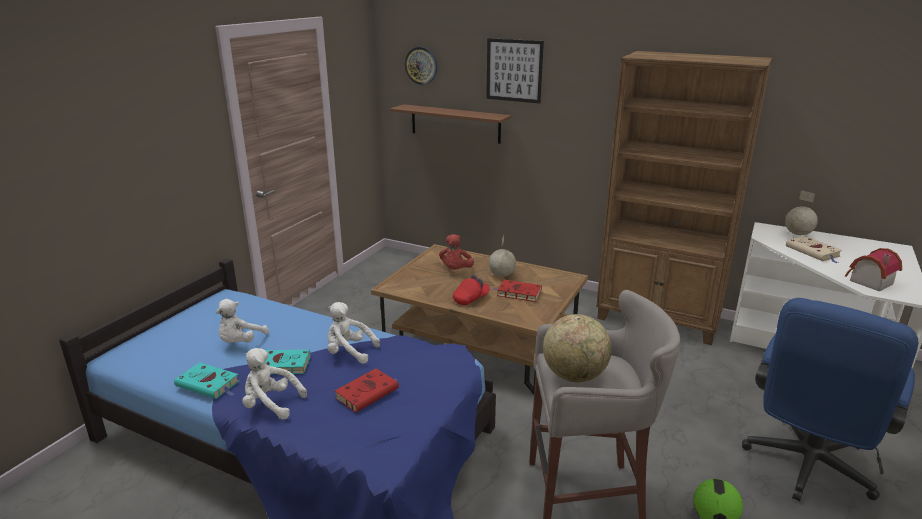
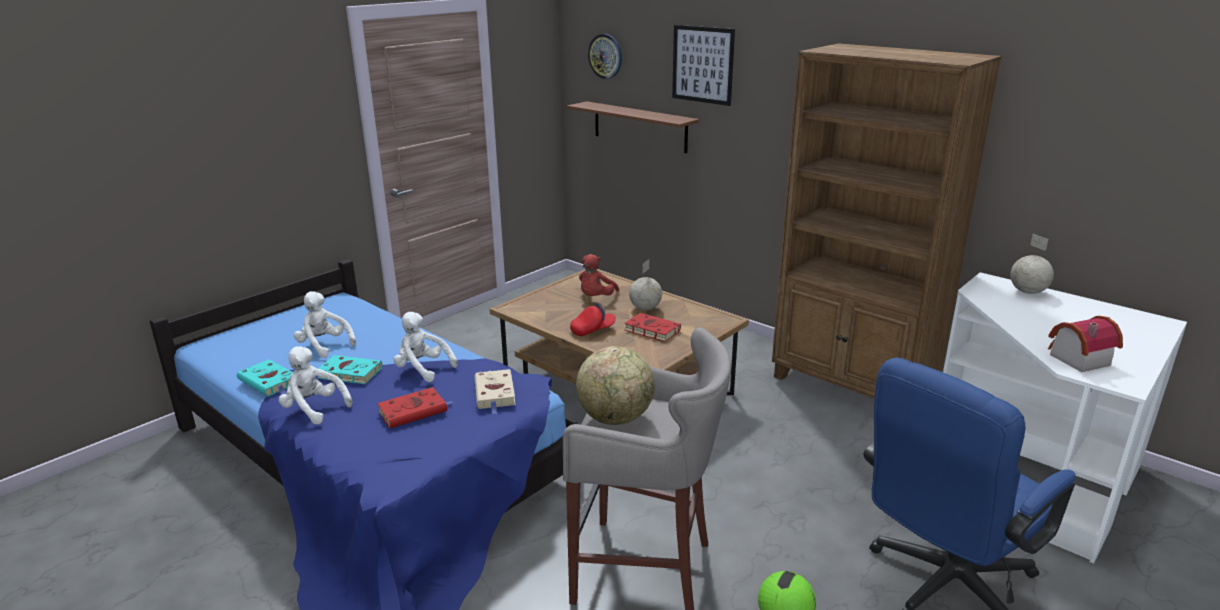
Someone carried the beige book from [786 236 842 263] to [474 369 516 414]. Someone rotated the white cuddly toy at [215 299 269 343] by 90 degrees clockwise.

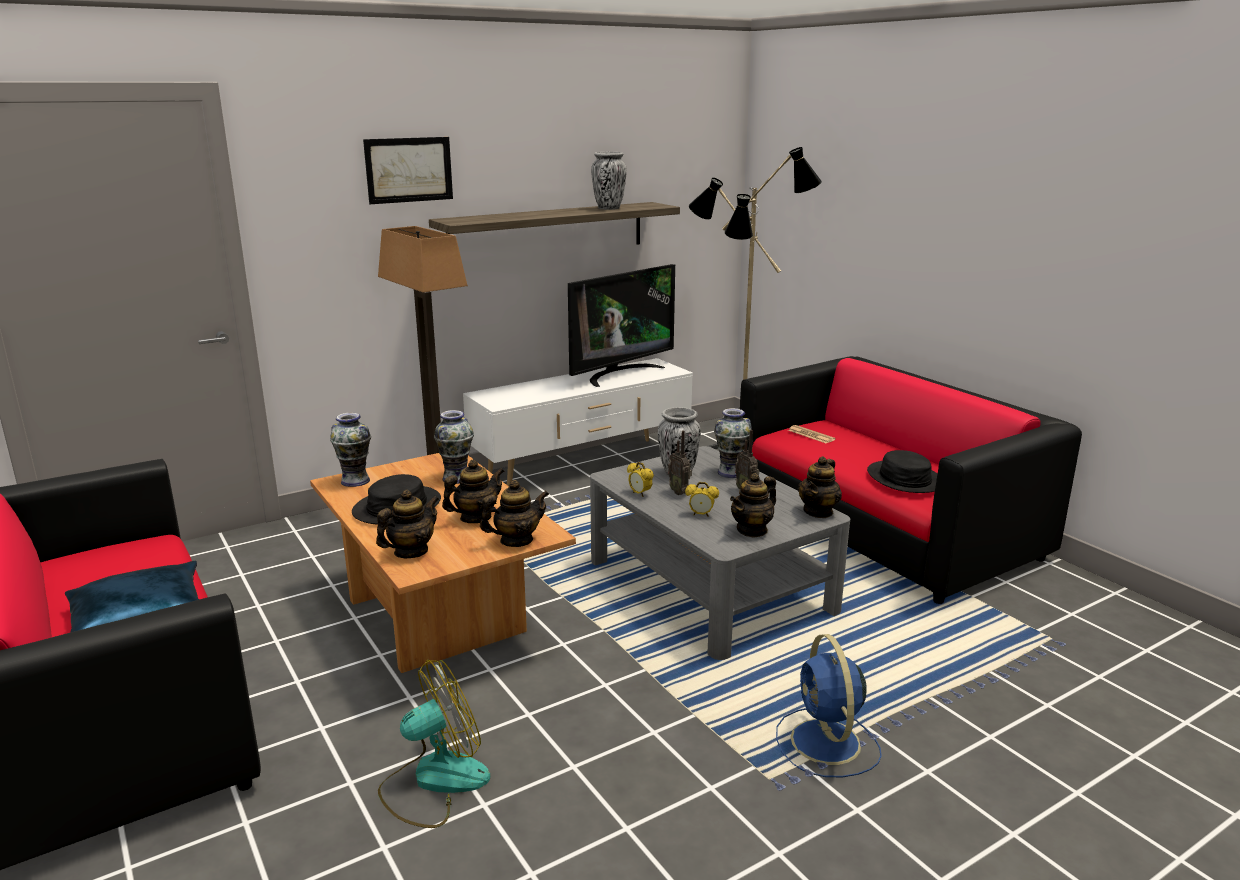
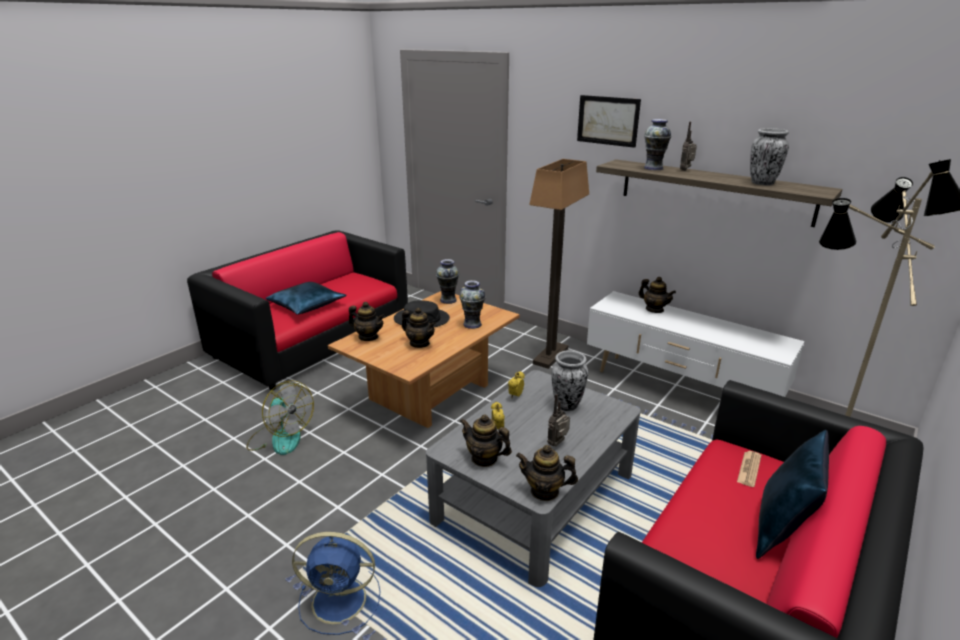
Someone took away the TV set at [568 264 675 387]. Someone carried the vase from [714 408 752 478] to [644 119 671 170]. Someone carried the radio from [668 430 692 495] to [680 122 697 171]. Someone took away the black clothing hat at [867 450 937 493]. Someone carried the pot for tea from [480 480 549 547] to [639 277 676 313]. Someone rotated the blue fan at [776 634 882 777] by 150 degrees counterclockwise. Someone put down the blue throw pillow at [756 430 829 559].

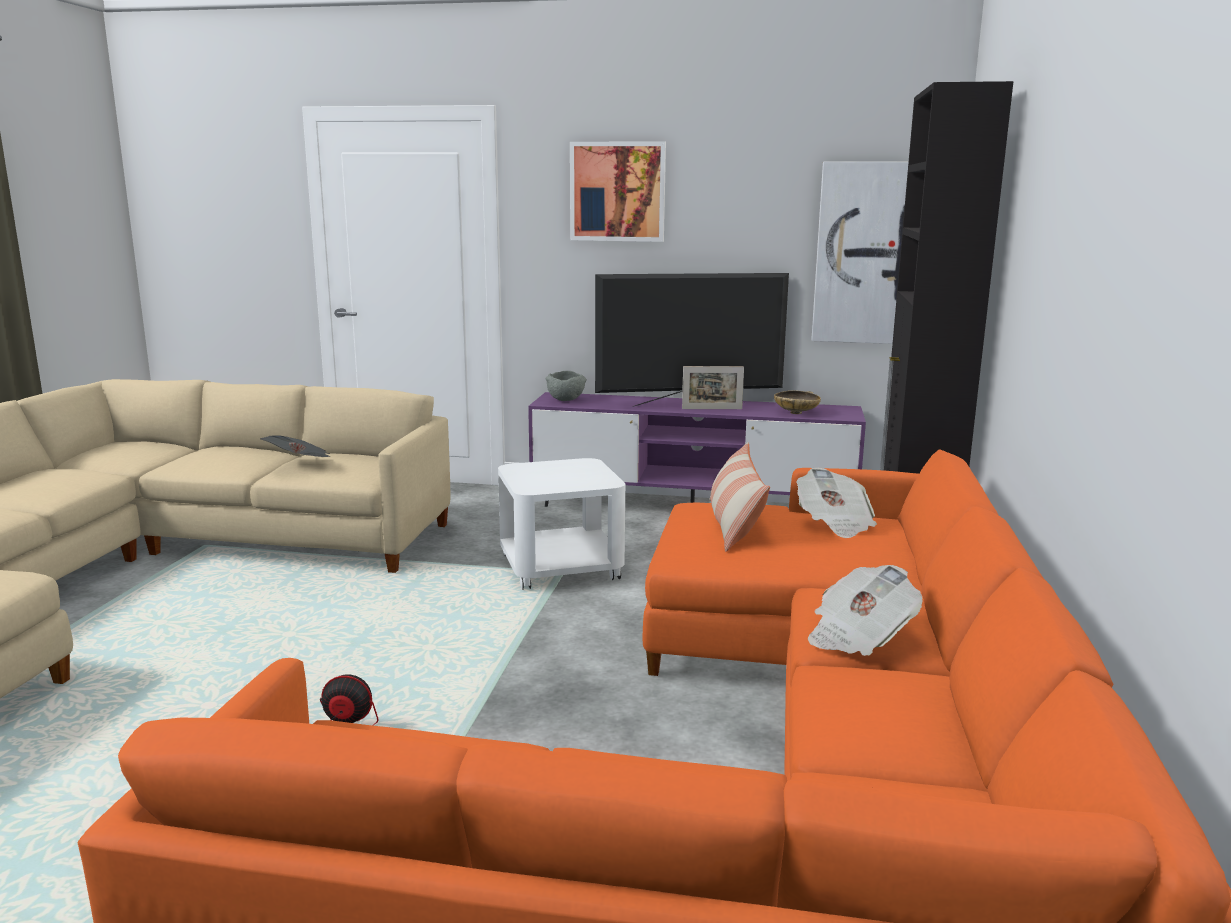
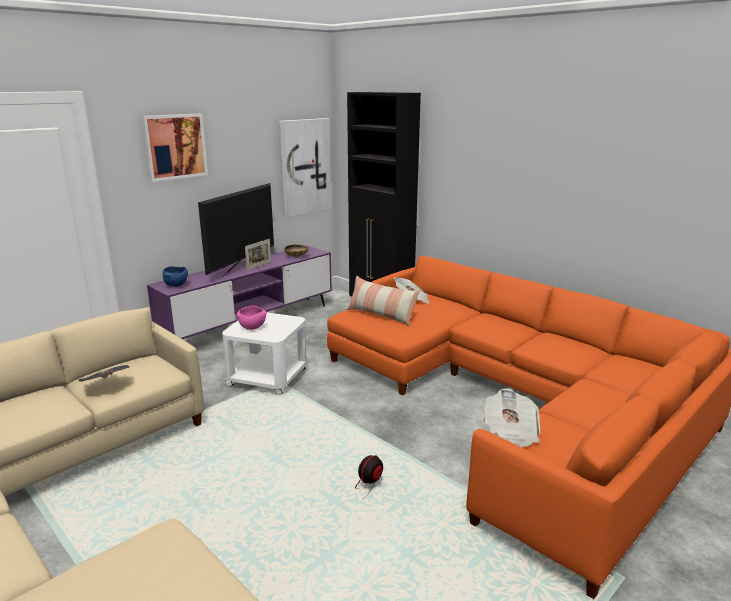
Someone repainted the greyish serving bowl at [546 371 587 401], which became the blue serving bowl at [163 266 188 287]. Someone carried the daily paper from [808 565 922 656] to [483 388 540 447]. Someone put down the pinkish serving bowl at [236 305 267 330].

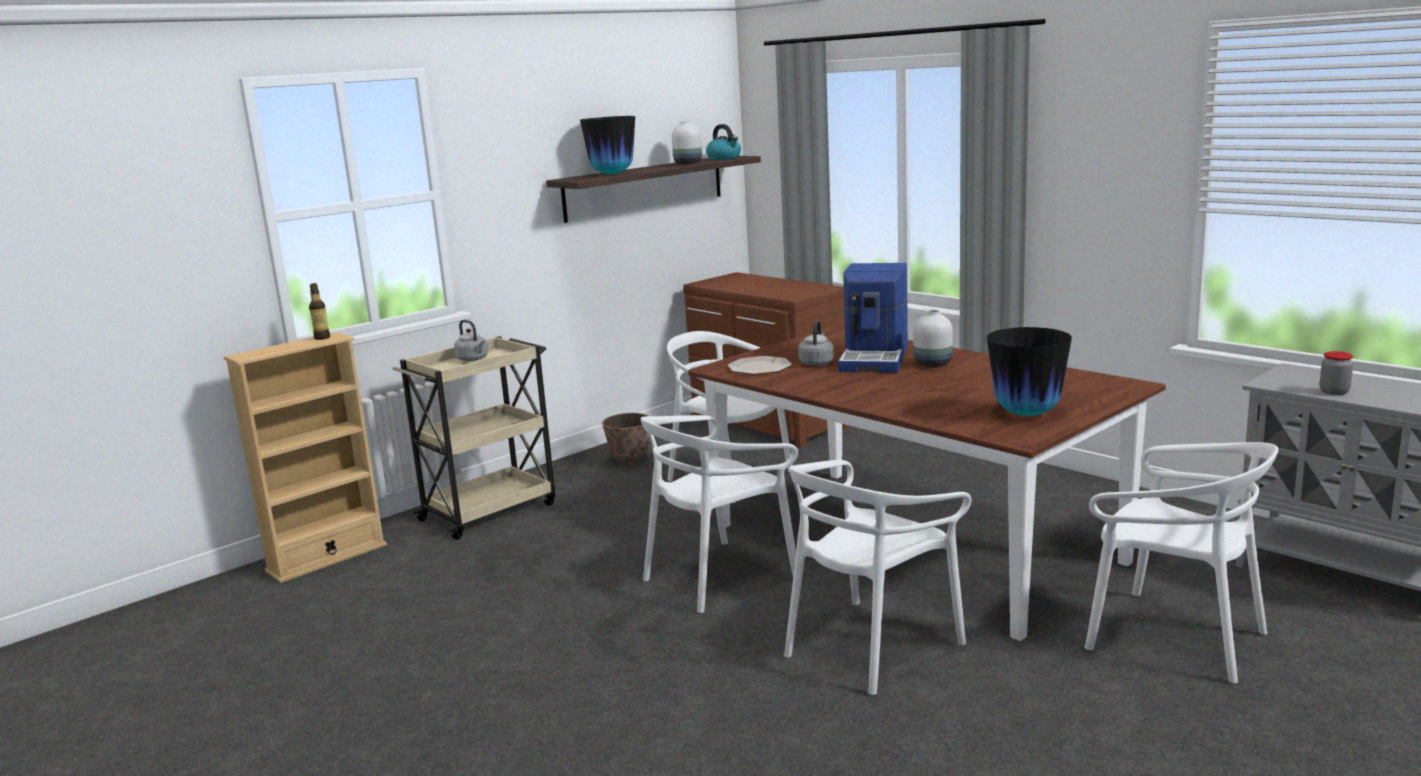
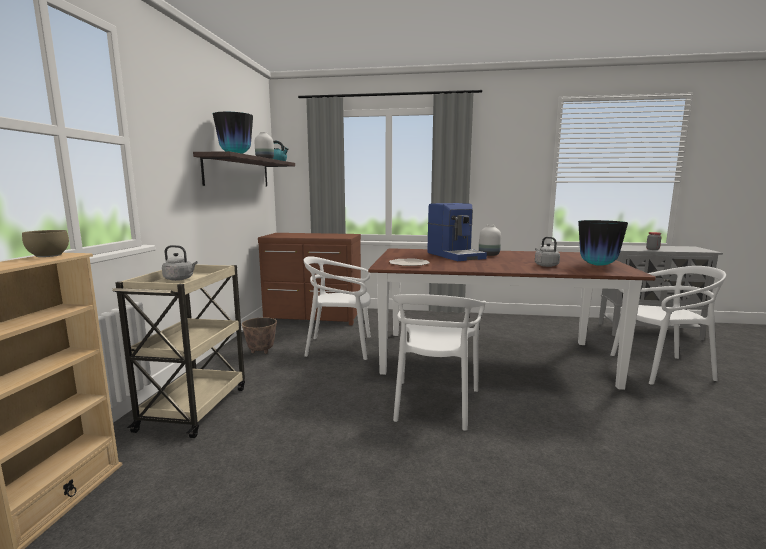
Someone swapped the beverage bottle at [309 283 330 340] for the brown-coloured serving bowl at [22 230 69 257]. Someone carried the greyish kettle from [798 320 834 366] to [535 237 560 267]. Someone took away the white chair at [784 460 971 695].

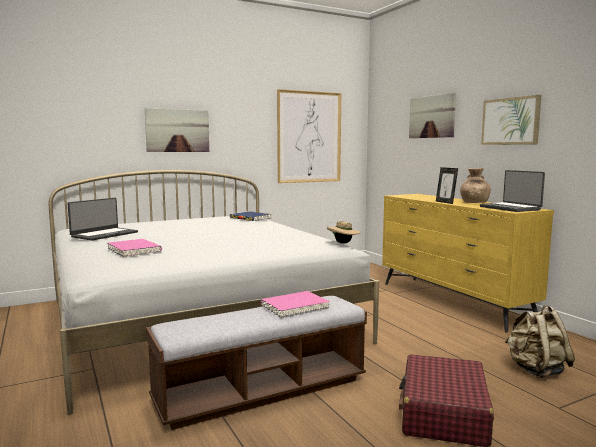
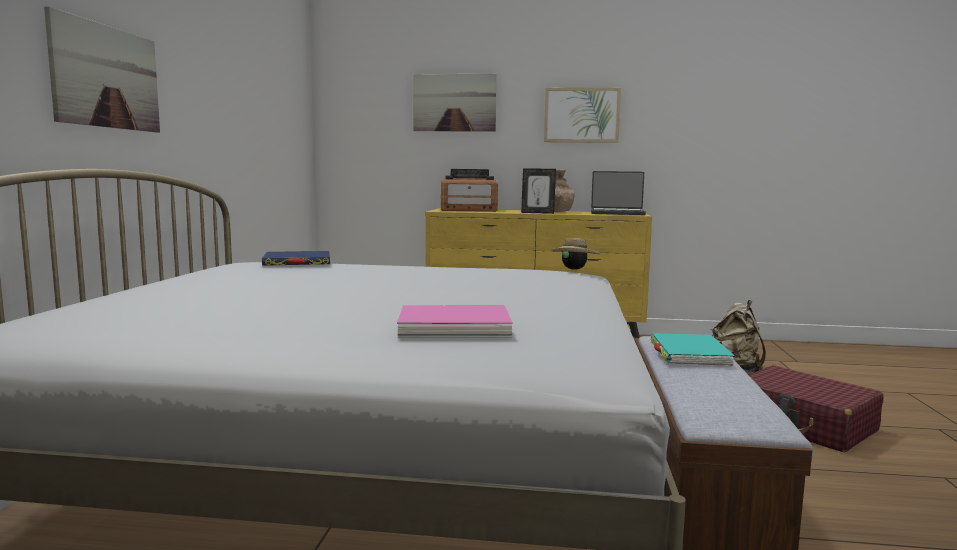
Someone took away the picture at [277 89 341 183]. Someone took away the portable computer at [67 198 138 241]. Someone repainted the pinkish book at [261 291 330 318], which became the turquoise book at [651 333 735 367]. Someone put down the radio at [441 169 498 212].

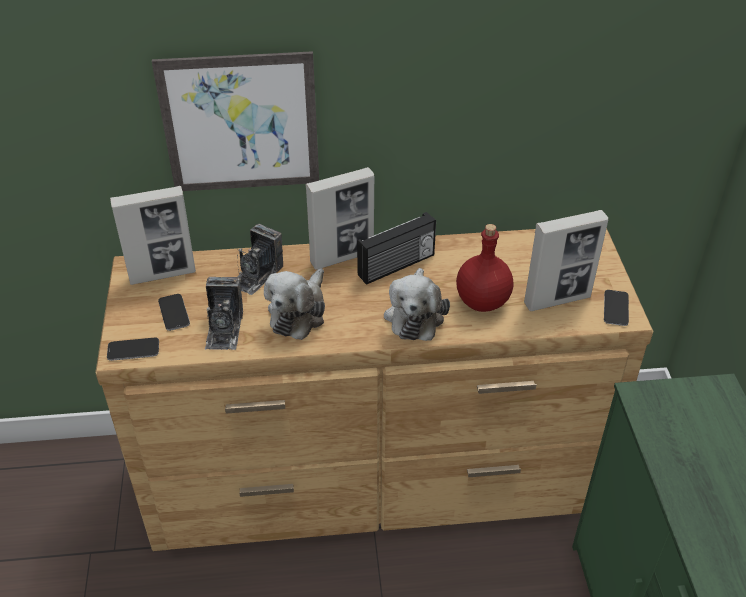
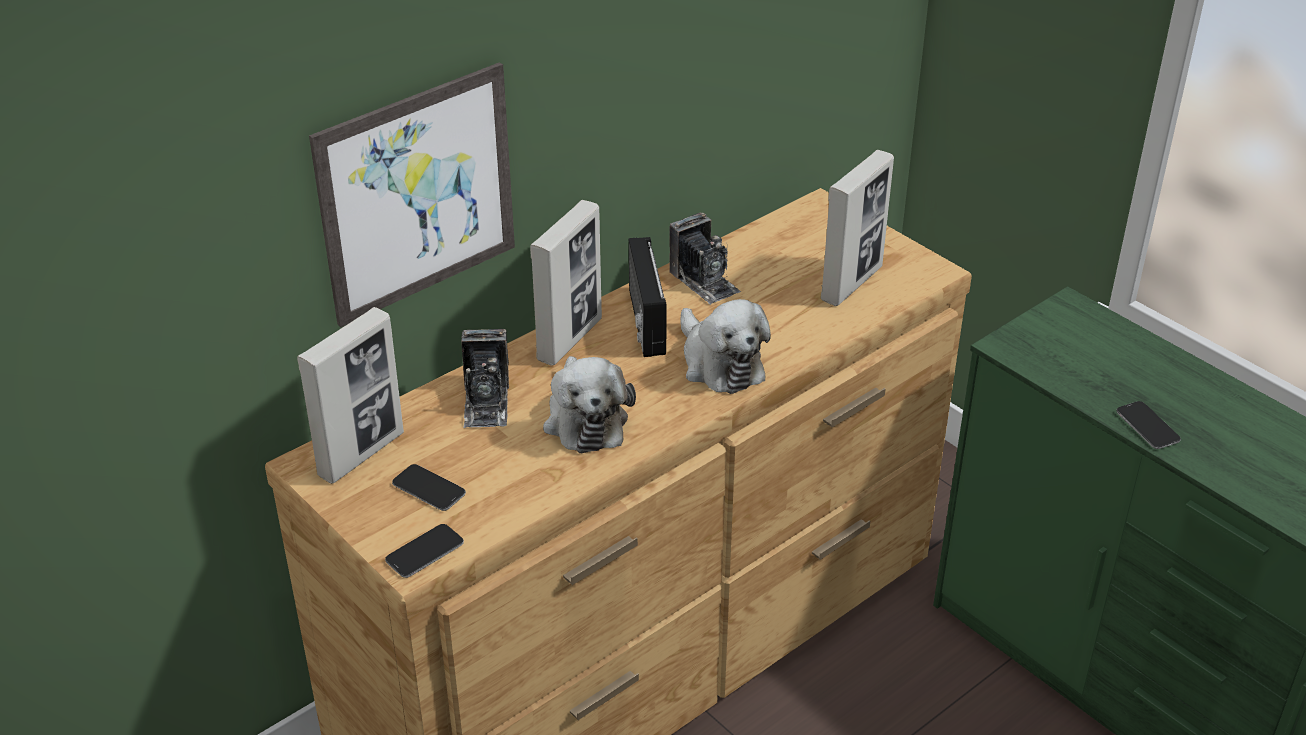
Someone rotated the radio at [357 212 436 285] by 150 degrees clockwise. Someone took away the red-coloured beverage bottle at [456 224 513 312]. Someone carried the photo camera from [205 277 243 350] to [669 213 741 305]. Someone carried the phone from [604 290 629 326] to [1116 401 1181 449].

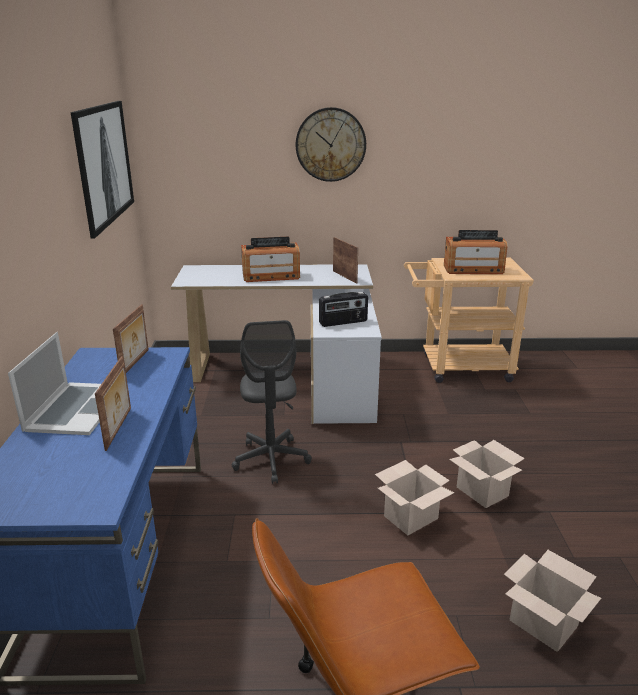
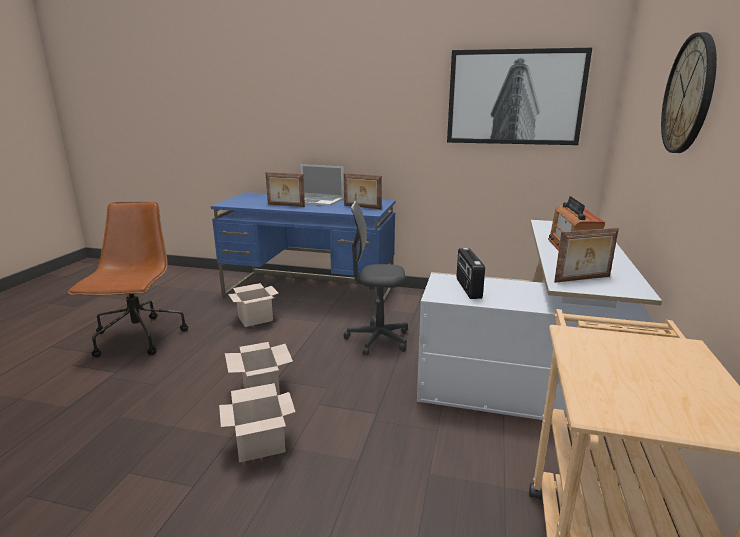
Someone took away the radio at [444 230 507 274]. Someone carried the cardboard box from [504 550 601 652] to [228 283 278 327].

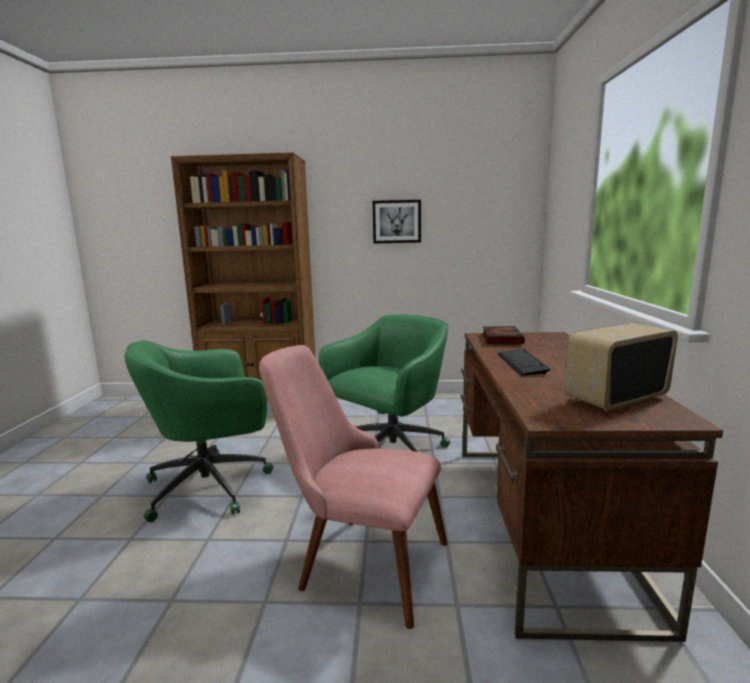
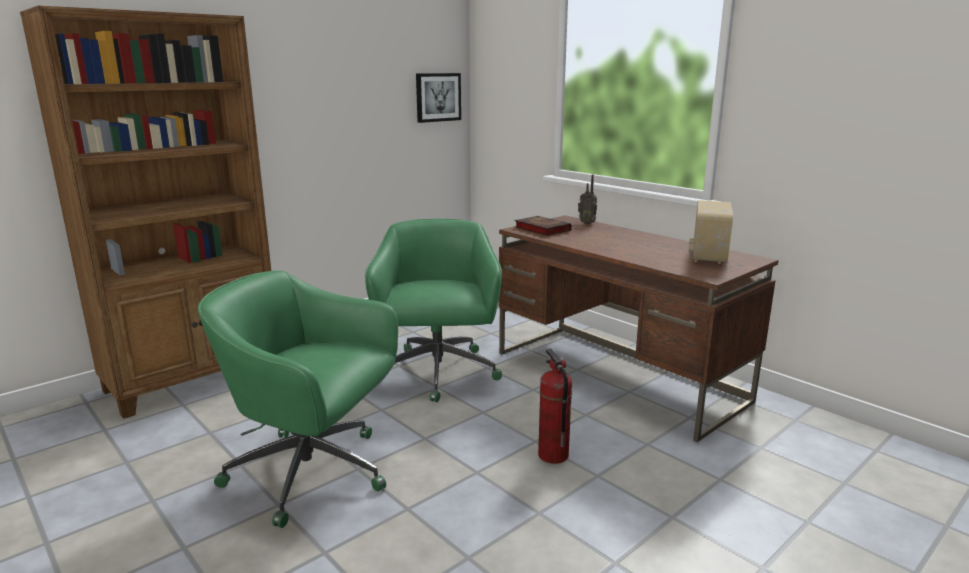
Someone carried the picture from [373 200 421 244] to [416 73 461 123]. Someone rotated the greenish office chair at [124 340 273 522] by 90 degrees clockwise. Someone swapped the pinkish chair at [259 345 448 629] for the fire-fighting cylinder at [538 348 572 464]. Someone took away the computer keyboard at [497 349 550 376]. Someone put down the radio at [578 174 597 225].

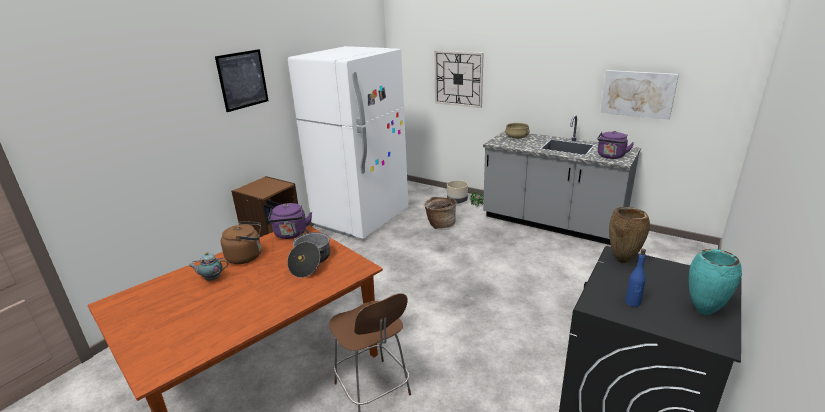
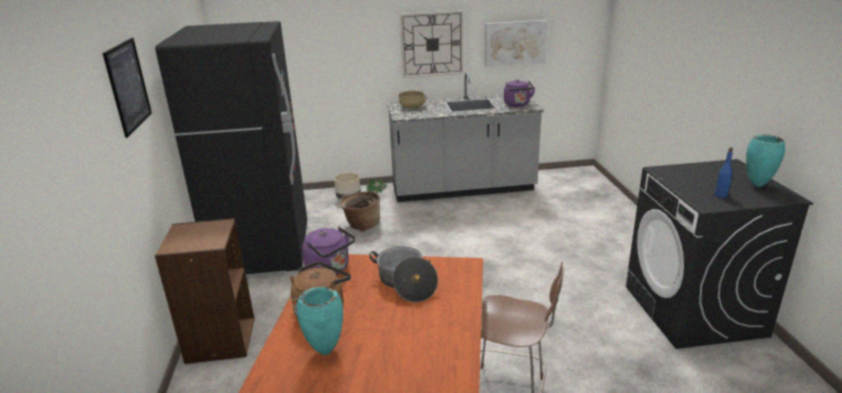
Someone repainted the white fridge at [288 46 408 239], which became the black fridge at [155 21 307 278]. Someone carried the hanging clock from [434 51 484 108] to [400 10 464 78]. Someone took away the brown-coloured vase at [609 207 650 263]. Someone swapped the pot for tea at [189 252 229 281] for the turquoise vase at [297 286 343 355].

